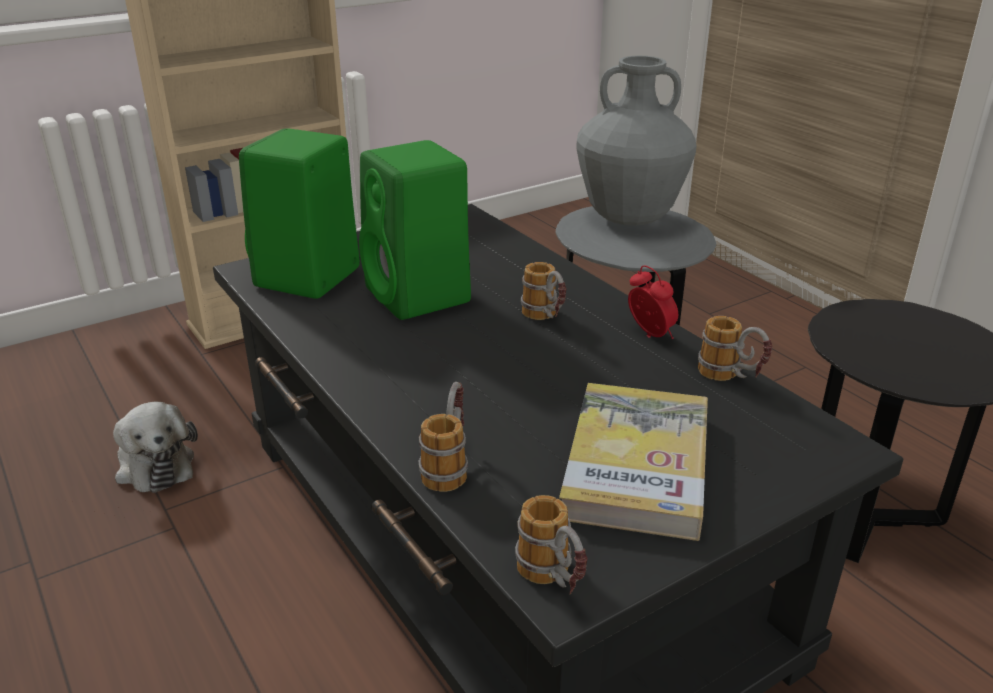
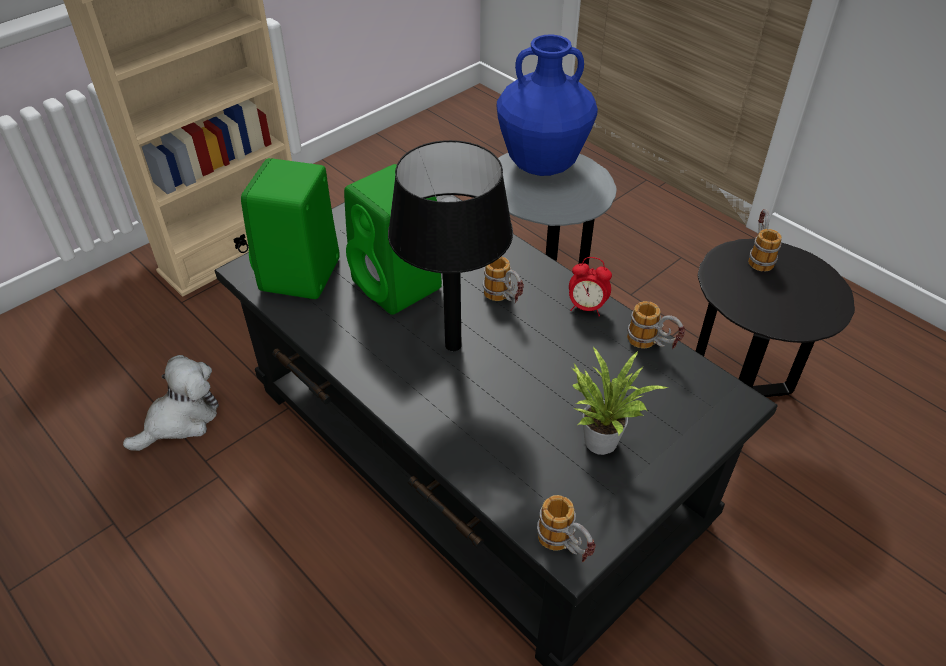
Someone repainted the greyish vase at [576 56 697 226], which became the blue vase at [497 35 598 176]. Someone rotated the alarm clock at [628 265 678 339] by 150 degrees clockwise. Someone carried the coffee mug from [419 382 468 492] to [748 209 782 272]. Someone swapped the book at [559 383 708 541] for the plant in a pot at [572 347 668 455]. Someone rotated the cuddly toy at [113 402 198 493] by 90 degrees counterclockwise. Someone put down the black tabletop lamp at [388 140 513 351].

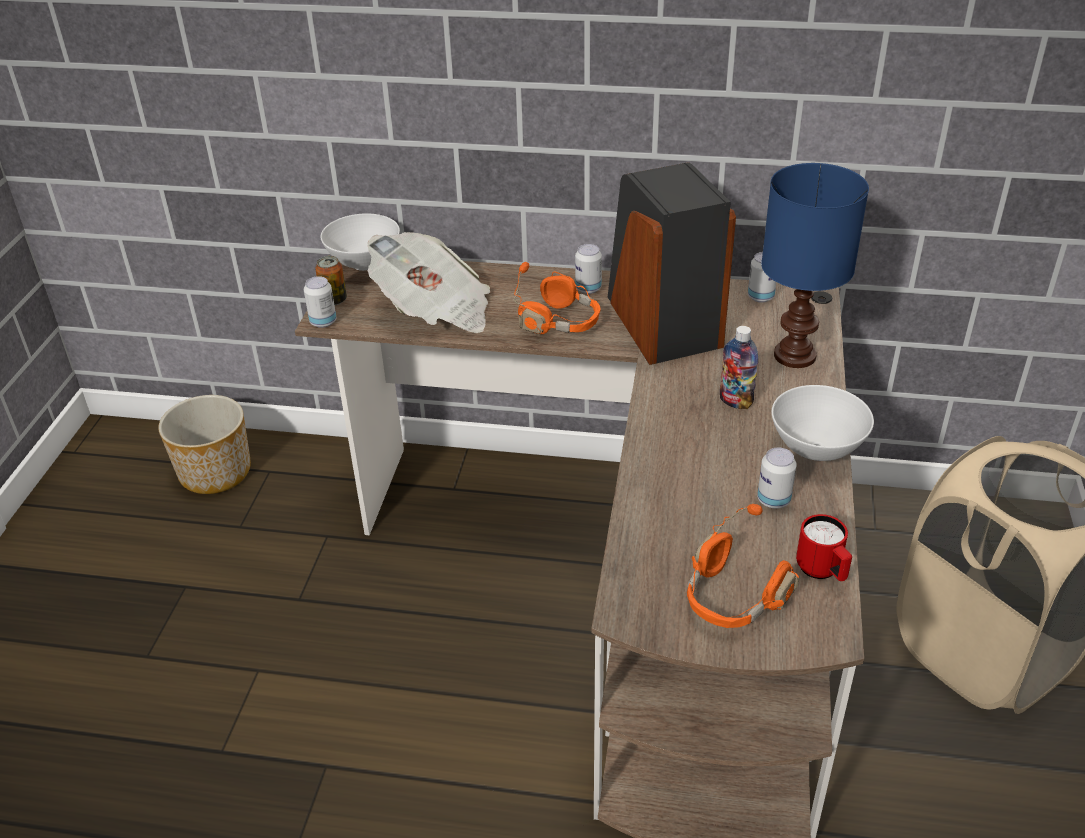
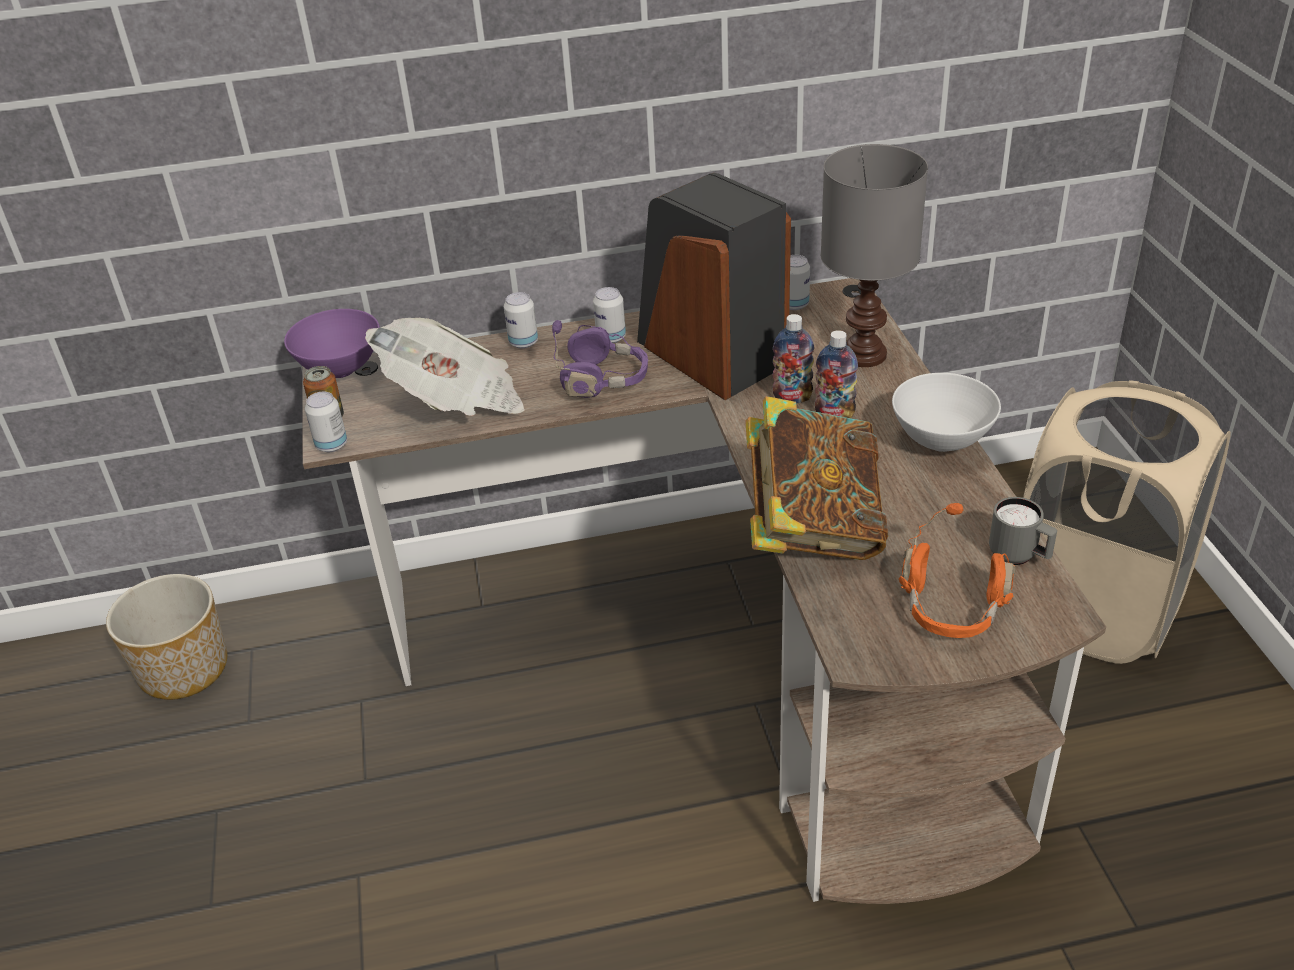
Someone repainted the blue tabletop lamp at [761 163 869 368], which became the greyish tabletop lamp at [821 144 928 367]. Someone repainted the white serving bowl at [321 214 400 271], which became the purple serving bowl at [284 309 380 378]. Someone repainted the orangey pair of headphones at [514 262 601 334], which became the purple pair of headphones at [552 320 648 398]. Someone carried the can from [757 448 797 508] to [504 292 538 349]. Someone repainted the red-coloured coffee mug at [796 514 852 581], which became the greyish coffee mug at [989 497 1057 565]. Someone put down the beverage bottle at [772 314 814 403]. Someone put down the book at [745 396 888 560].

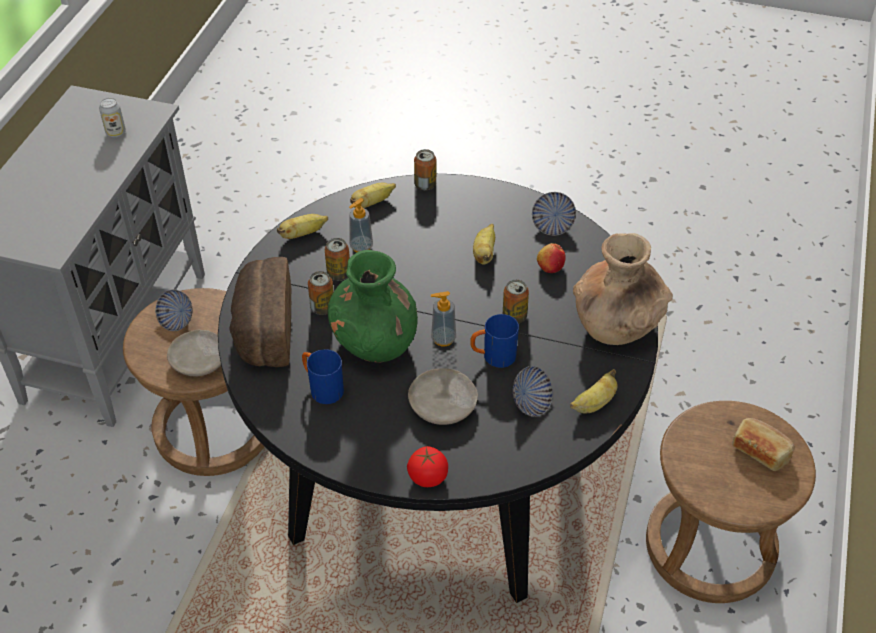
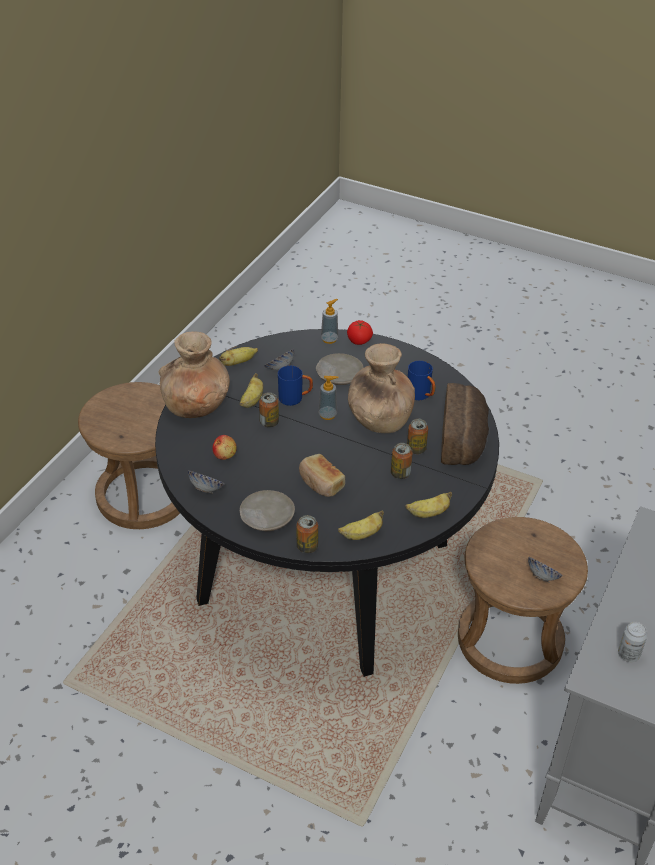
Someone carried the soap dispenser from [349 198 373 252] to [321 299 338 344]. Someone carried the whole banana from [473 224 495 265] to [240 373 263 408]. Someone repainted the greenish vase at [328 250 418 362], which became the brown-coloured vase at [348 343 415 433]. Someone carried the beige flat dish from [167 330 221 376] to [240 490 295 531]. Someone carried the bread from [732 418 795 471] to [299 454 345 497].

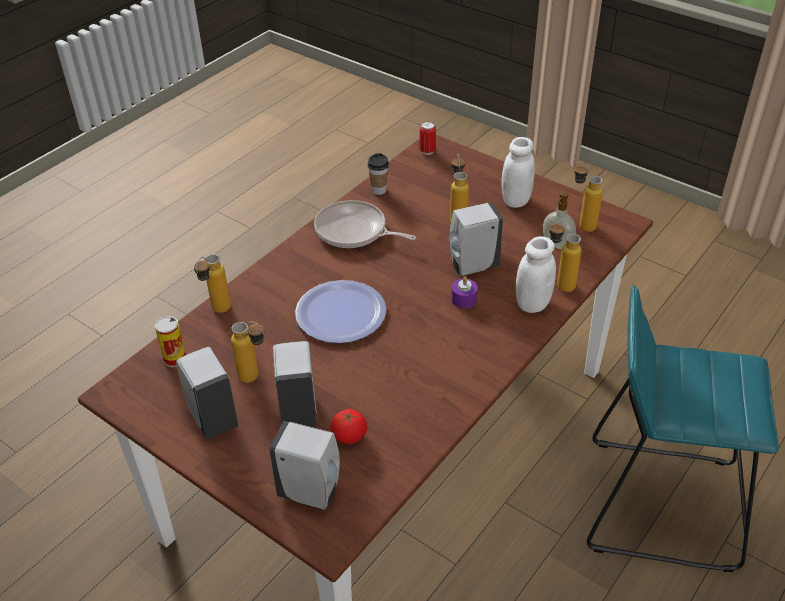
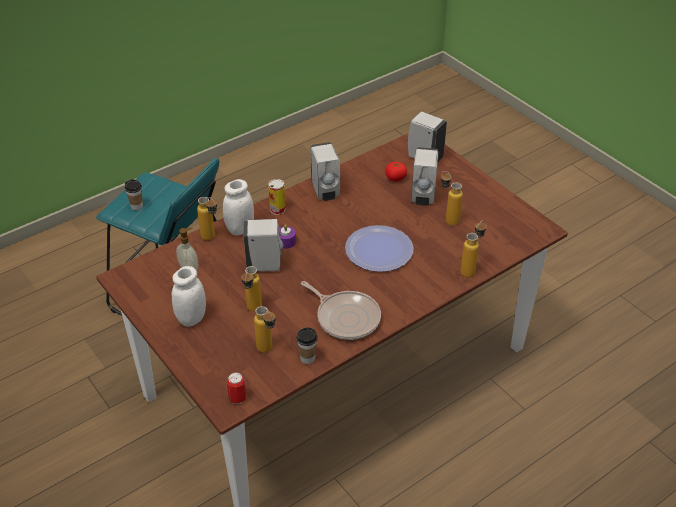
Someone carried the beverage bottle from [574 162 603 232] to [254 306 276 353]. Someone carried the can from [154 316 186 367] to [269 179 285 215]. Someone carried the white soap dispenser from [176 347 238 440] to [310 142 340 201]. Someone put down the drinking cup at [125 179 143 210].

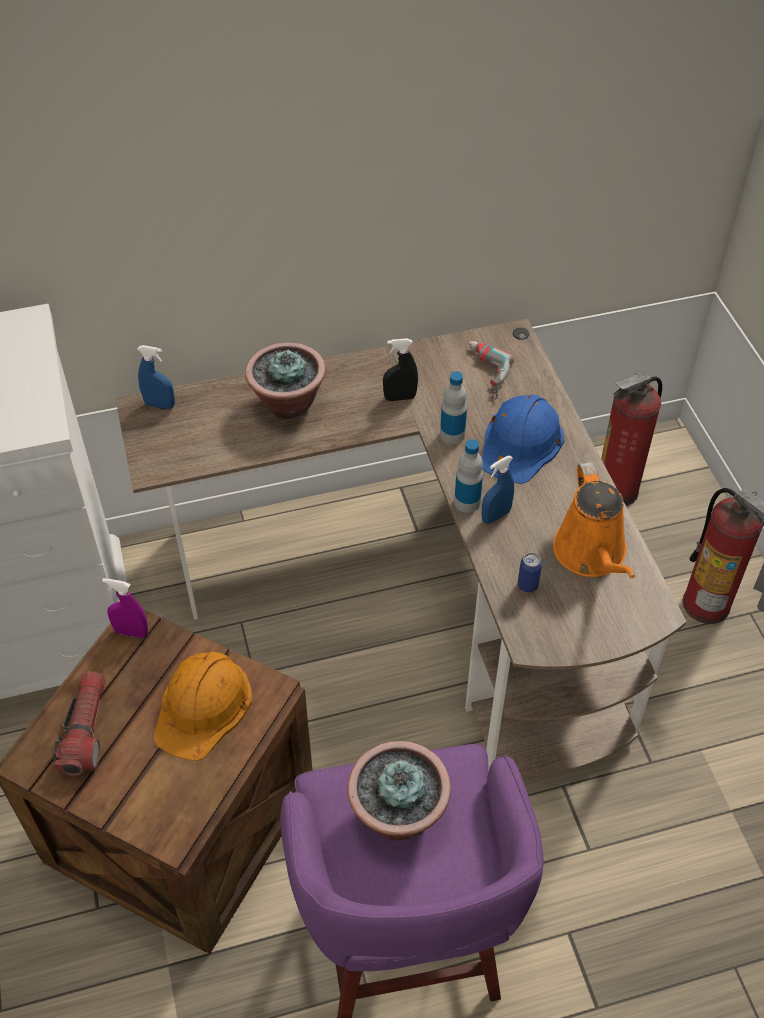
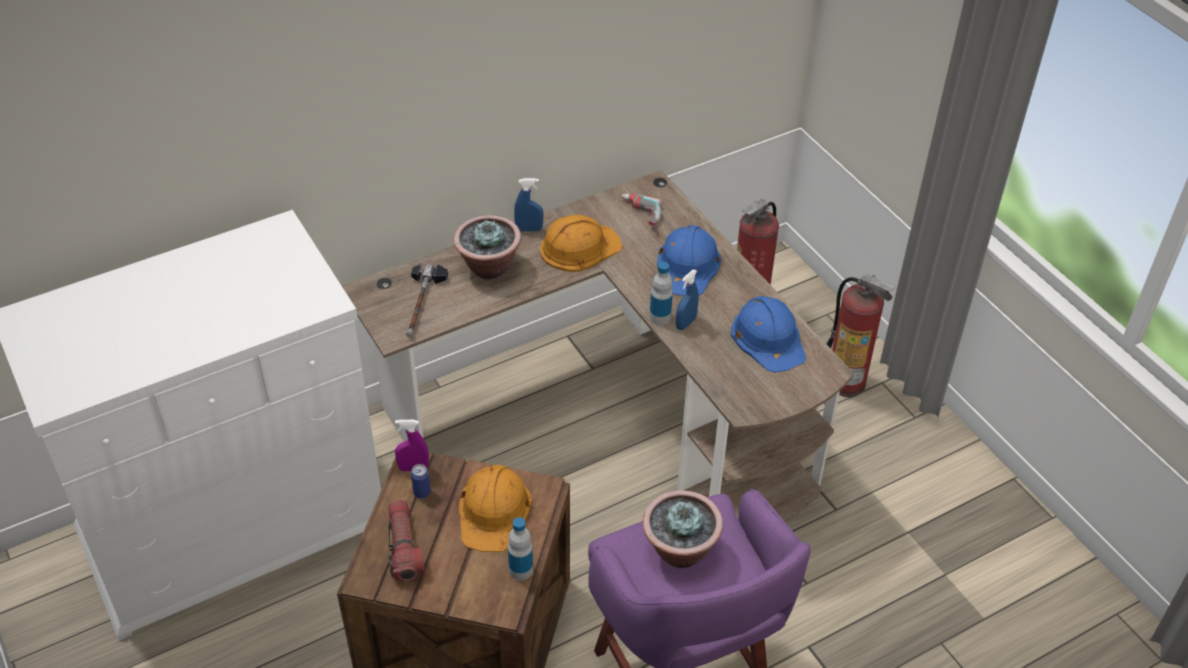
Someone swapped the black spray bottle at [383 338 418 401] for the orangey hard hat at [540 215 623 272]. Someone carried the blue spray bottle from [137 345 175 409] to [514 178 543 231]. Someone carried the beverage bottle from [440 371 467 444] to [508 517 533 581]. Someone swapped the orangey watering pot at [553 462 636 578] for the blue hard hat at [731 296 806 373]. Someone carried the can from [518 552 542 593] to [411 464 431 498]. Someone put down the tool hammer at [406 263 448 337].

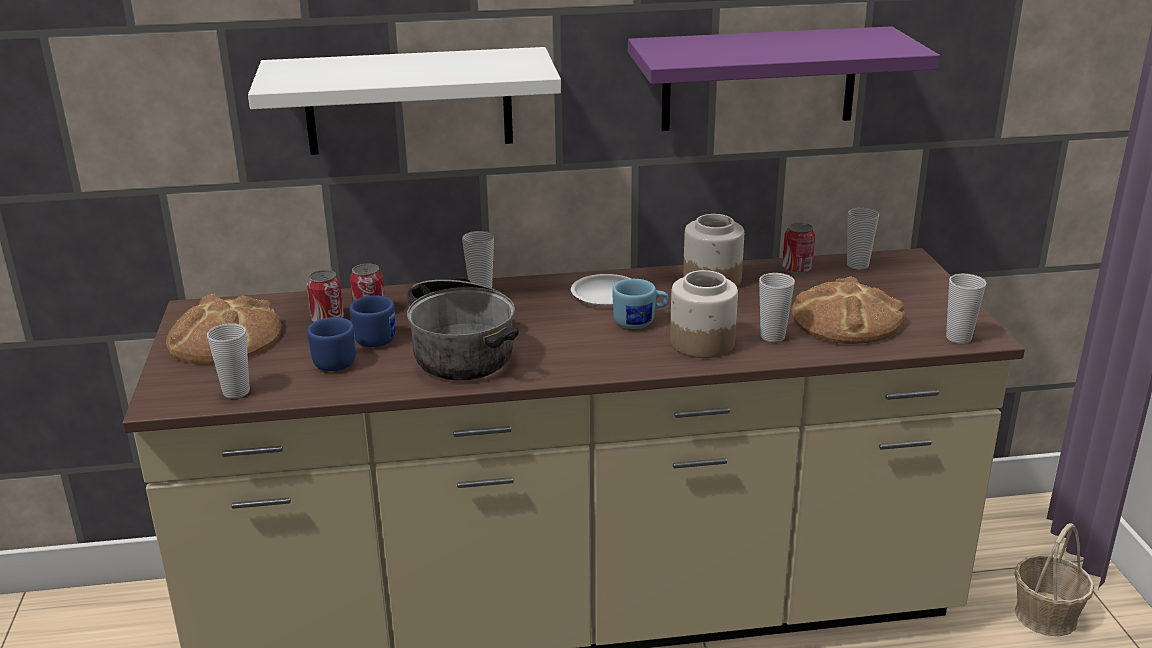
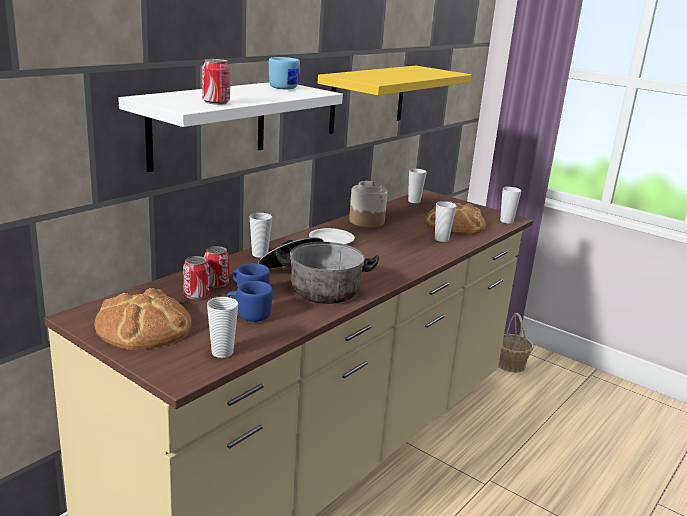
Someone repainted the purple bracket shelf at [628 26 940 131], which became the yellow bracket shelf at [318 66 471 134]. Someone carried the can from [782 222 815 274] to [202 59 230 105]. Someone took away the jar at [670 270 738 358]. Someone carried the blue coffee mug from [612 279 669 329] to [269 57 300 89].

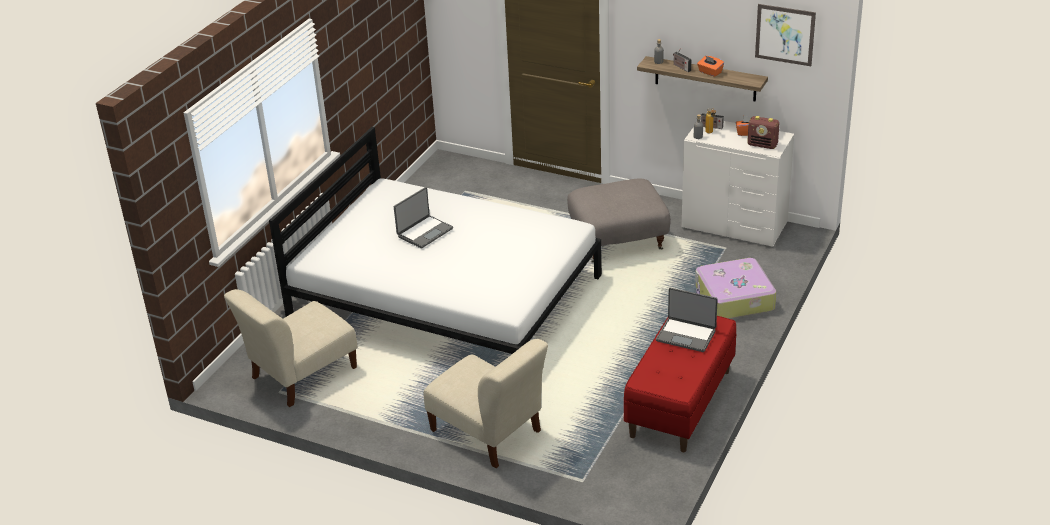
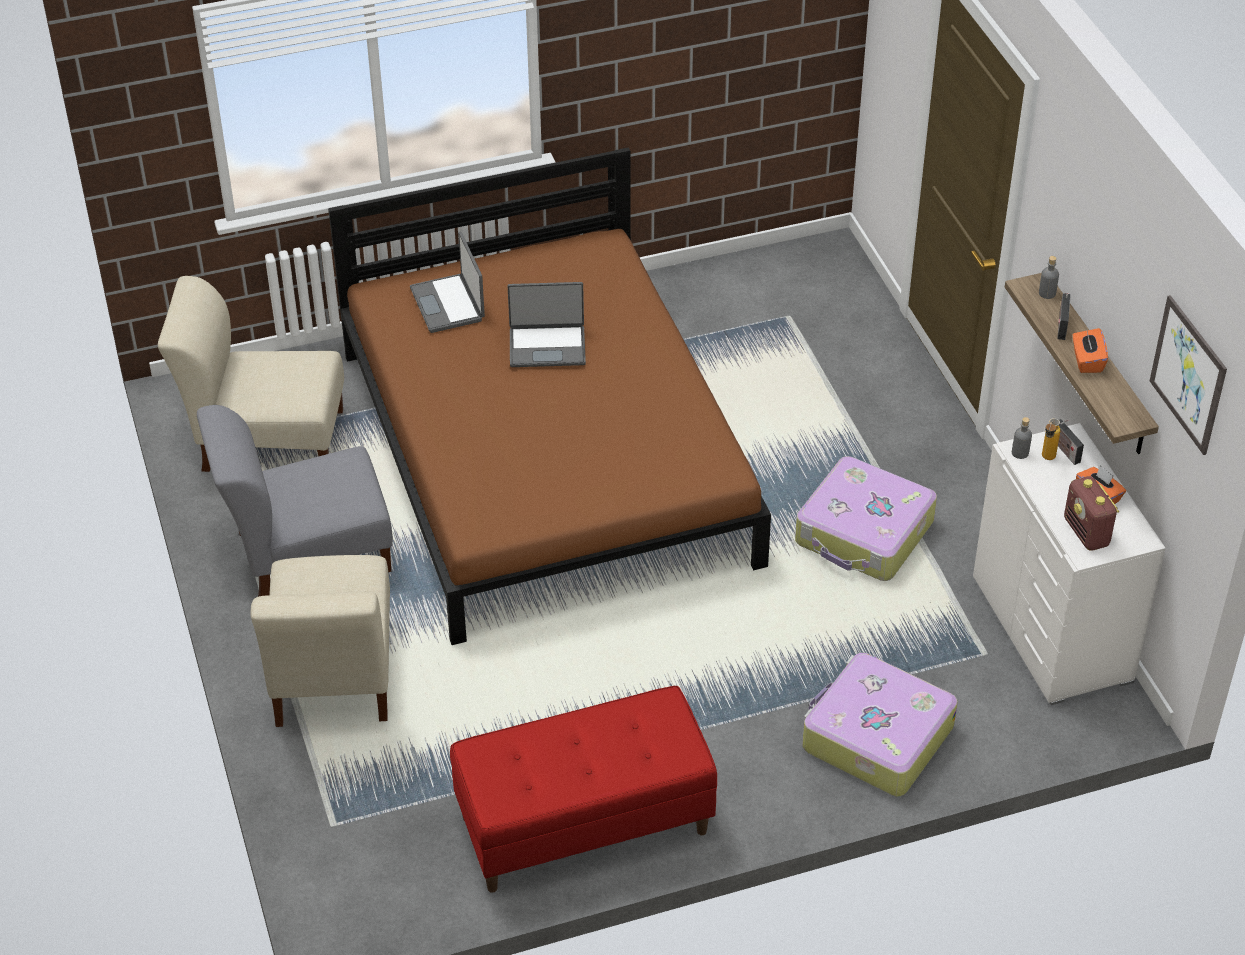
Someone repainted the white sleeping bed at [269 127 602 354], which became the brown-coloured sleeping bed at [328 147 771 645]. Someone swapped the greyish pouffe at [567 179 671 262] for the travel case at [795 456 937 581]. Someone carried the portable computer from [656 288 718 352] to [410 232 485 333]. Someone put down the greyish chair at [197 405 393 597].

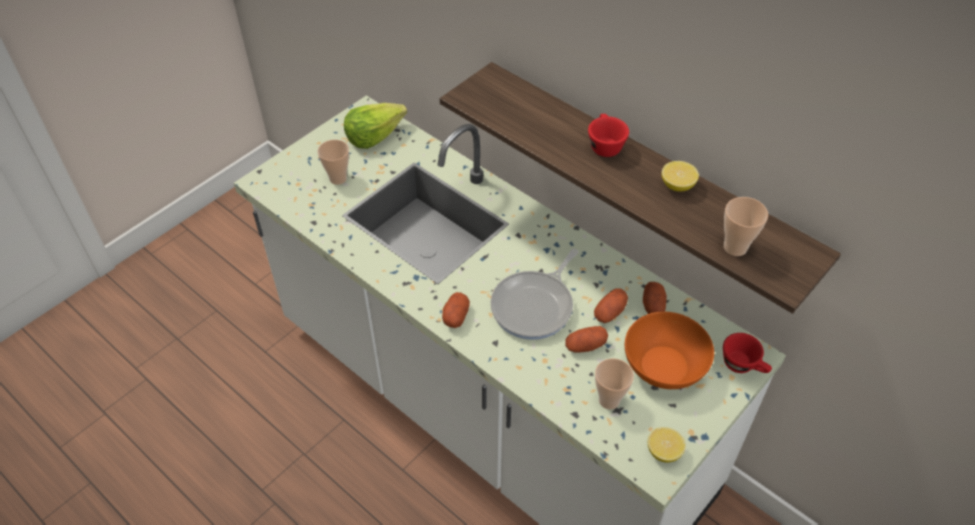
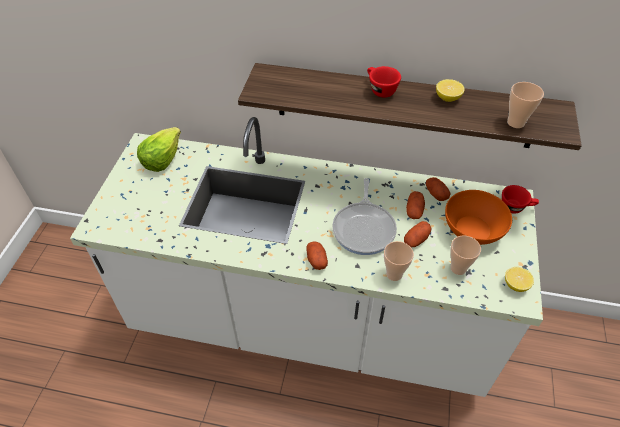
Someone carried the drinking cup from [318 140 349 185] to [384 241 414 281].

